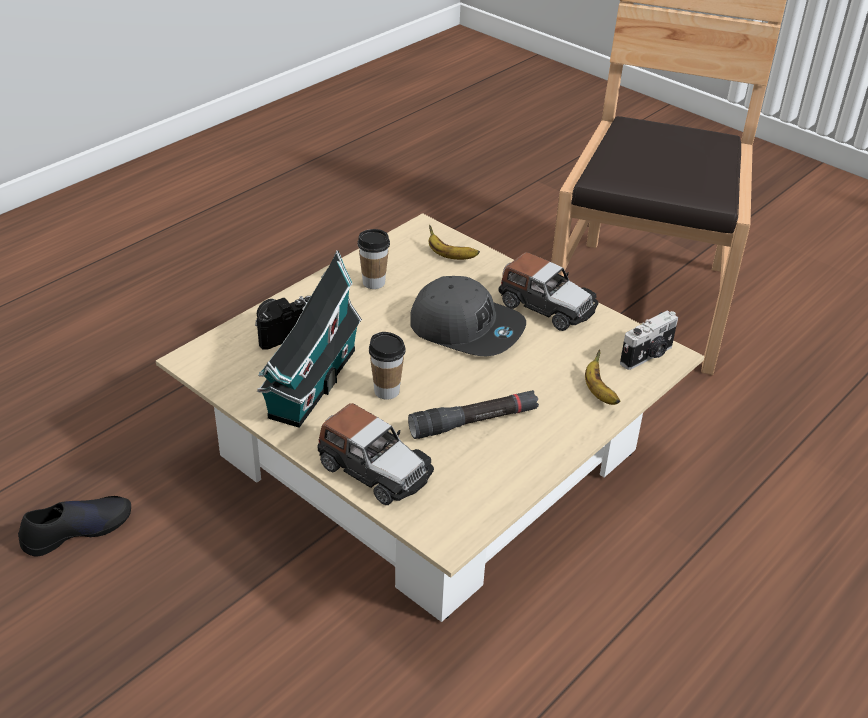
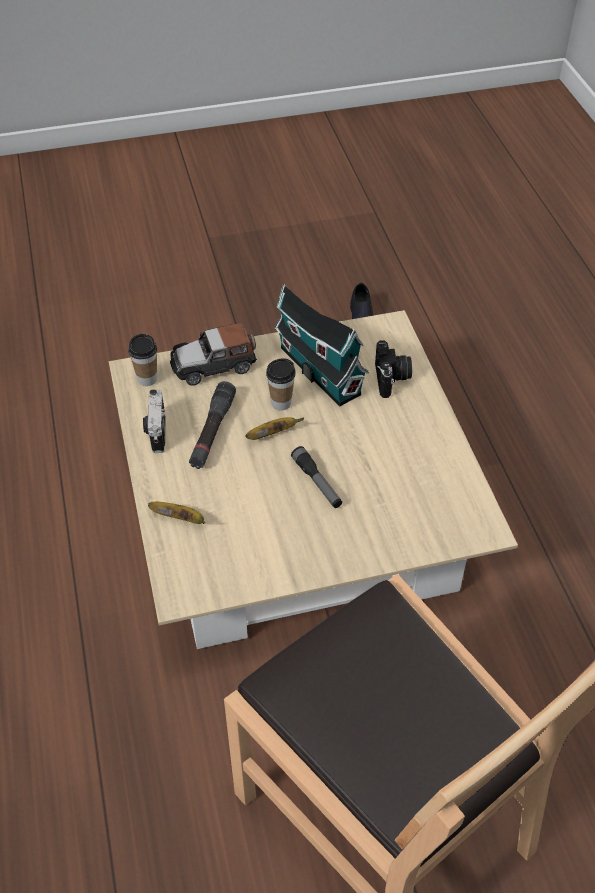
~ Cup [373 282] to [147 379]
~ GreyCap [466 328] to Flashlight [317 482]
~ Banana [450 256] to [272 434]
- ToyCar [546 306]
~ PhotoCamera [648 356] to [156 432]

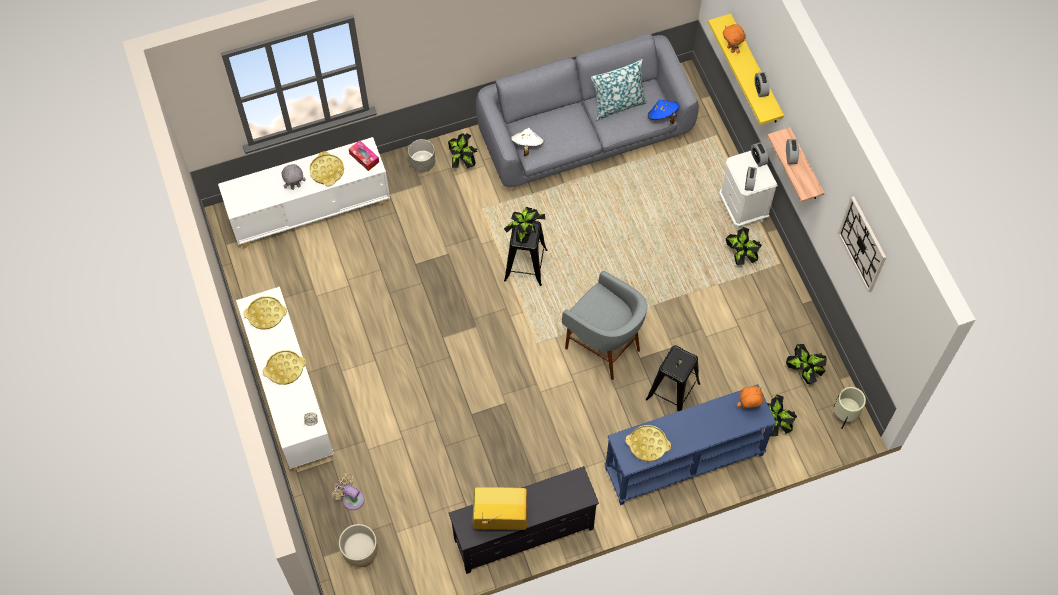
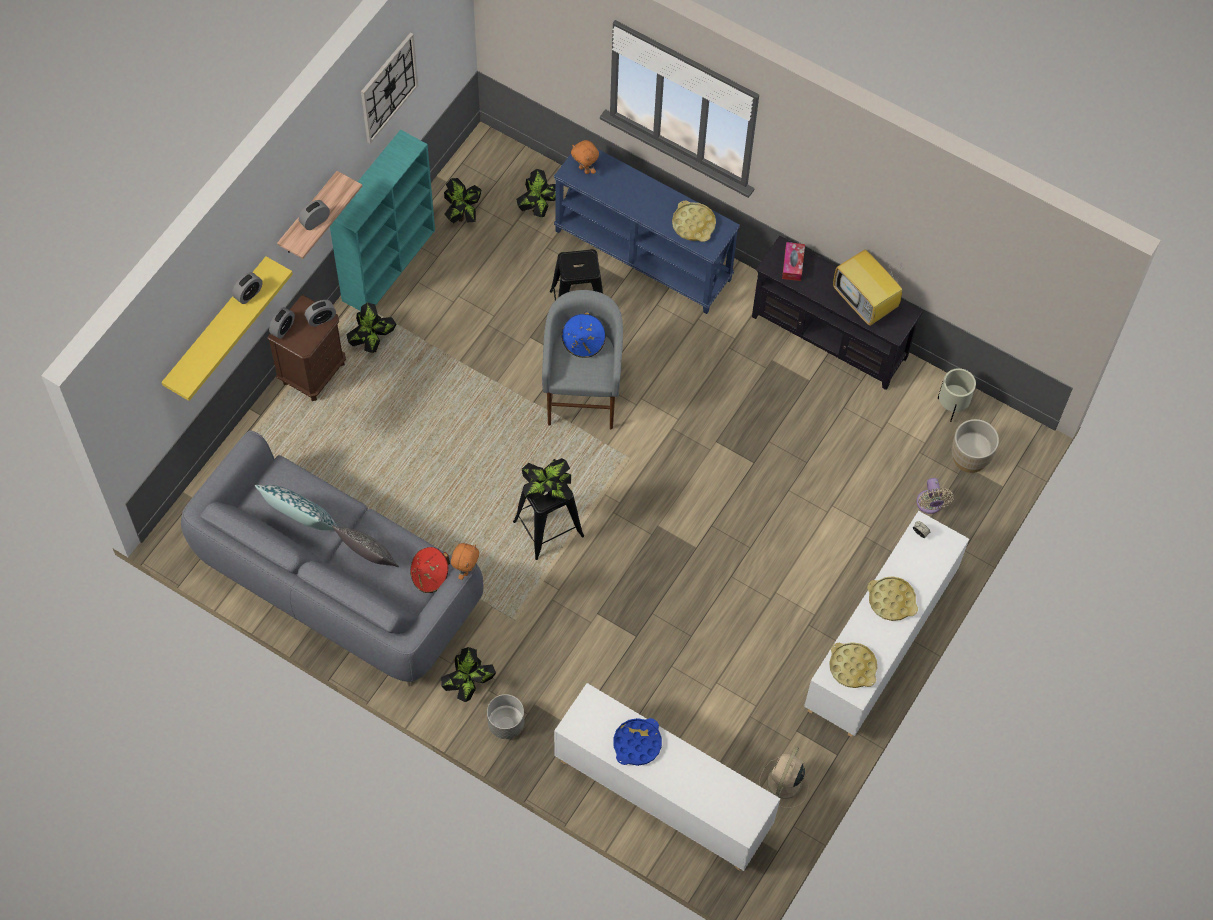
- GreyPlushToy [295 186]
~ YellowTray [327 171] to BlueTray [637 743]
~ TissueBox [364 158] to [793 264]
~ WhiteHat [527 146] to RedHat [430 576]
~ BlueHat [662 116] to [583 342]
~ WhiteNightstand [742 209] to BrownNightstand [313 372]
~ OrangePlushToy [731 49] to [466 570]
~ BeigePlanter [844 416] to [952 407]
+ TurquoiseBookcase [389 264]
+ Pillow [368 557]
+ BeigeFan [783 783]

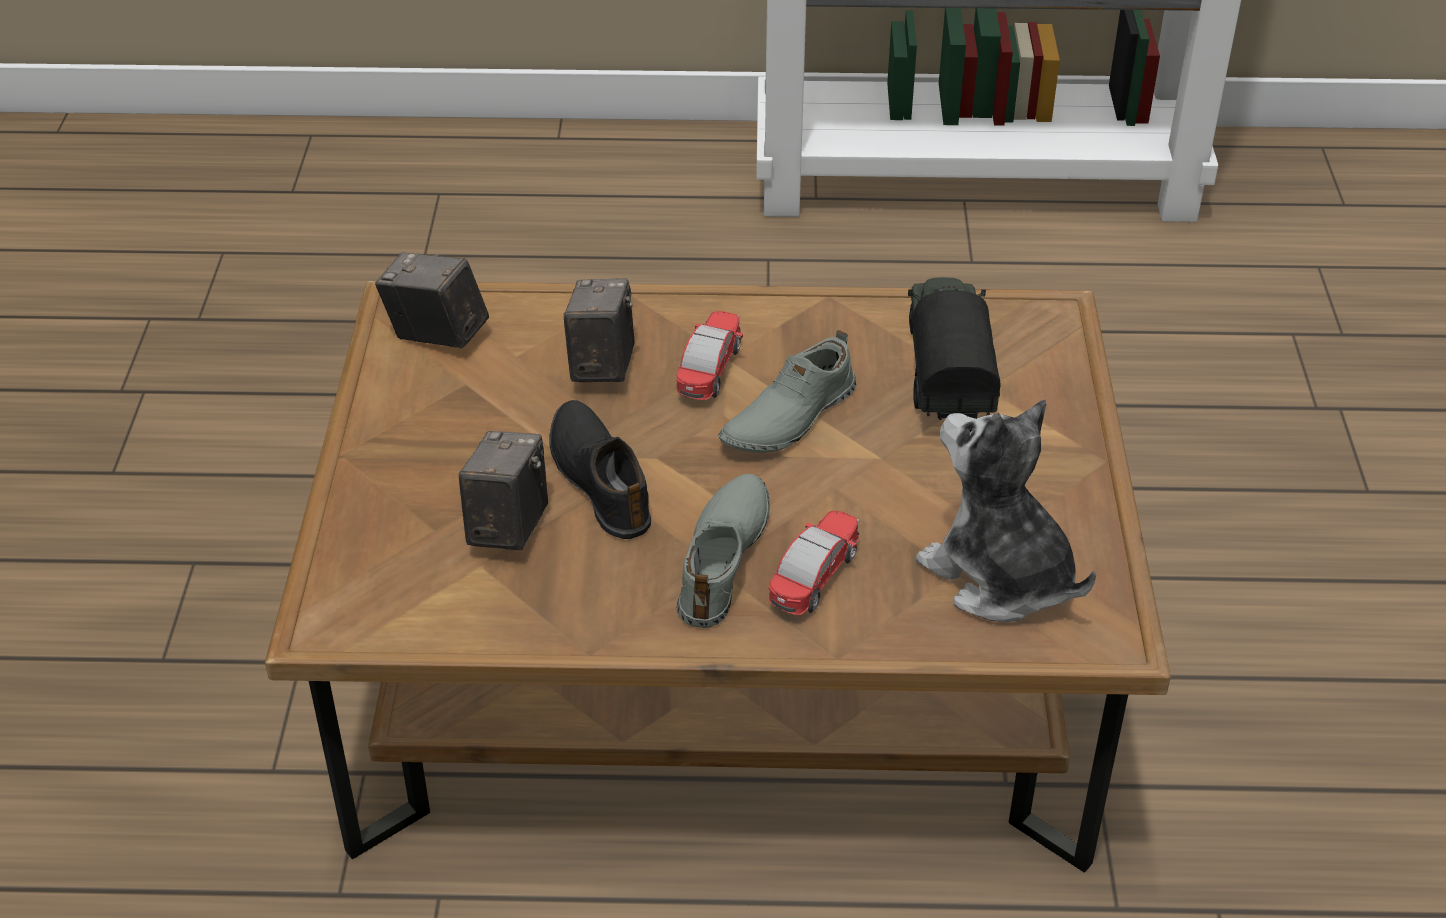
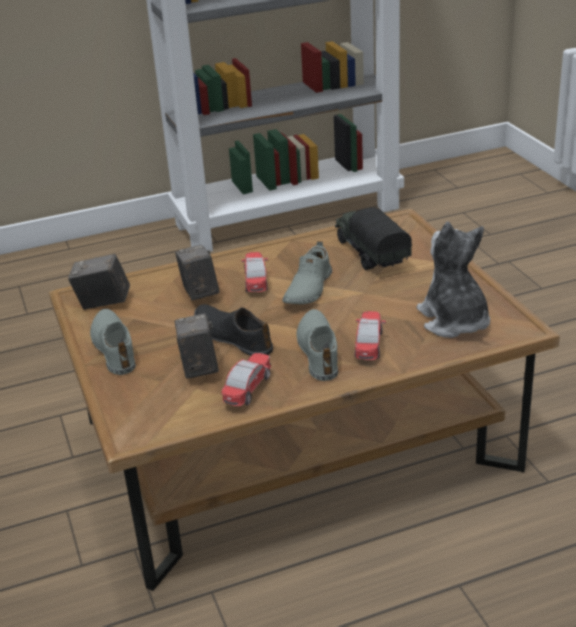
~ PlushToy [998 577] = [454 321] 45 degrees clockwise
+ GreyShoe [115 347]
+ ToyCar [247 390]

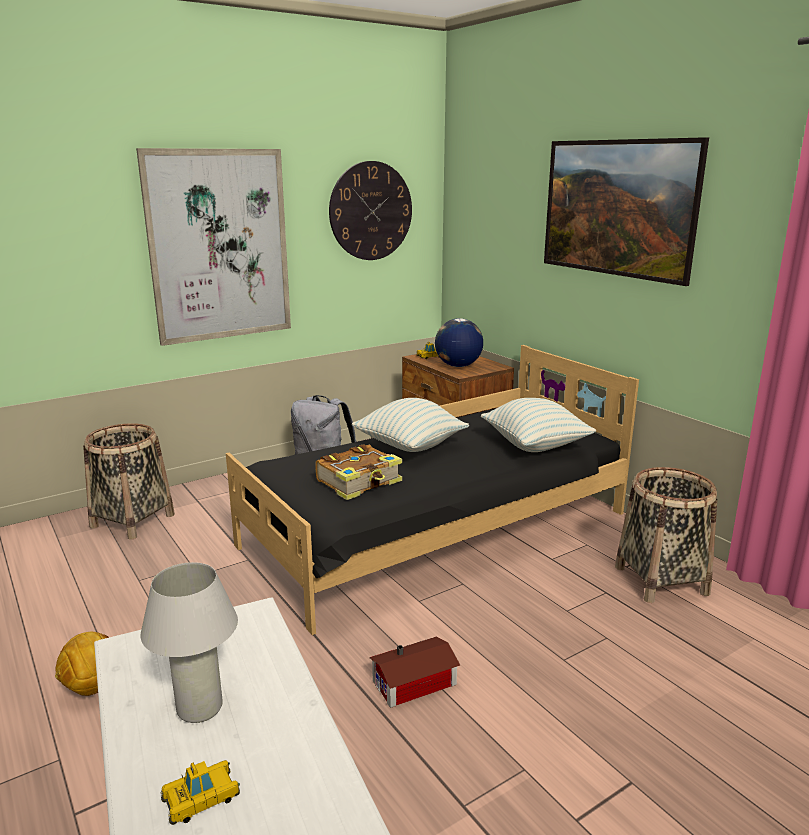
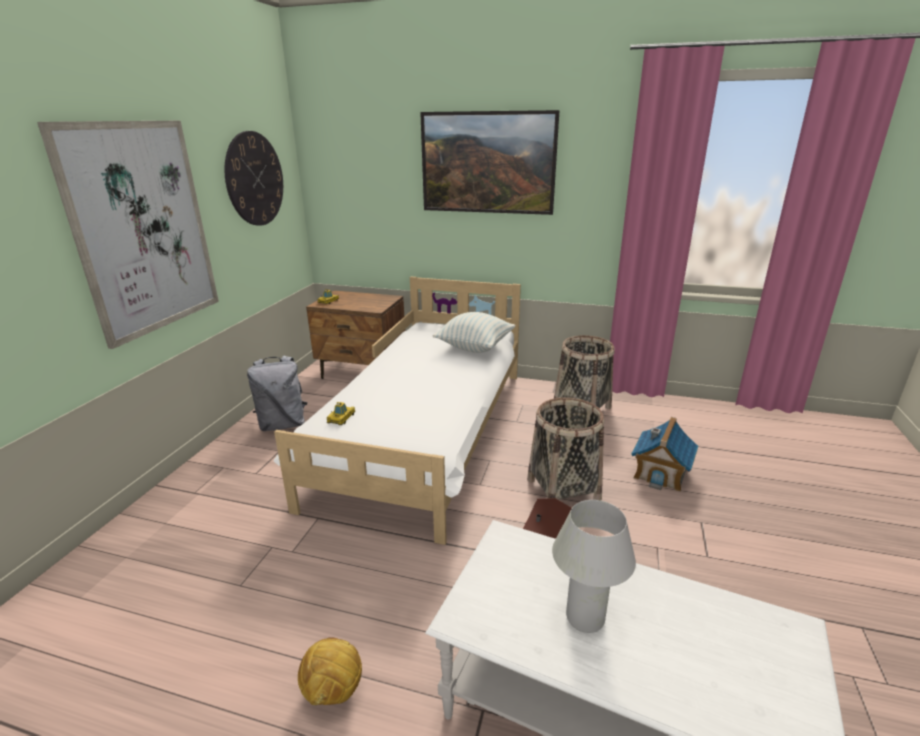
~ Basket [133 521] to [563 490]
~ ToyCar [201 798] to [341 418]
~ BlackBed [436 530] to WhiteBed [427 433]
- Book [360 482]
- Pillow [410 447]
- Globe [458 366]
+ ToyHouse [661 473]

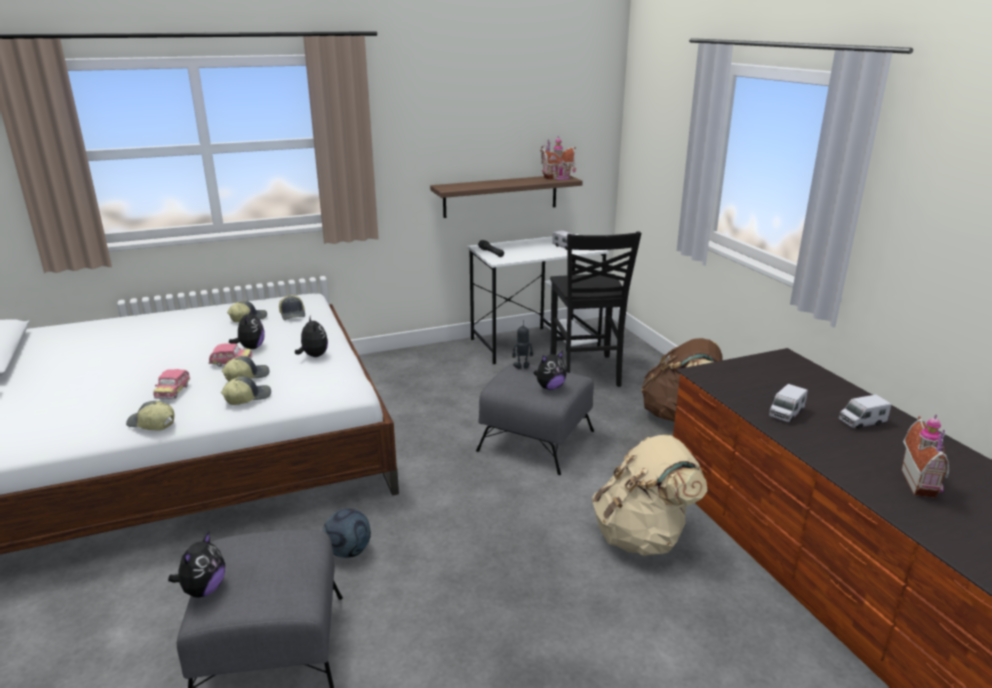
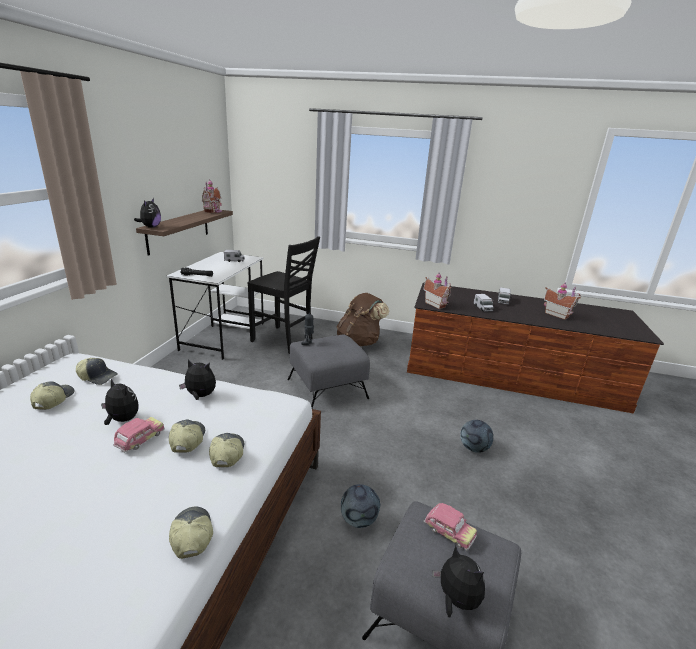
~ Cap [151 424] = [191 535] 105 degrees clockwise
~ ToyCar [173 391] to [449 532]
~ PlushToy [550 387] to [150 227]
- BeigeBackpack [642 536]
+ ToyHouse [436 304]
+ Football [474 448]

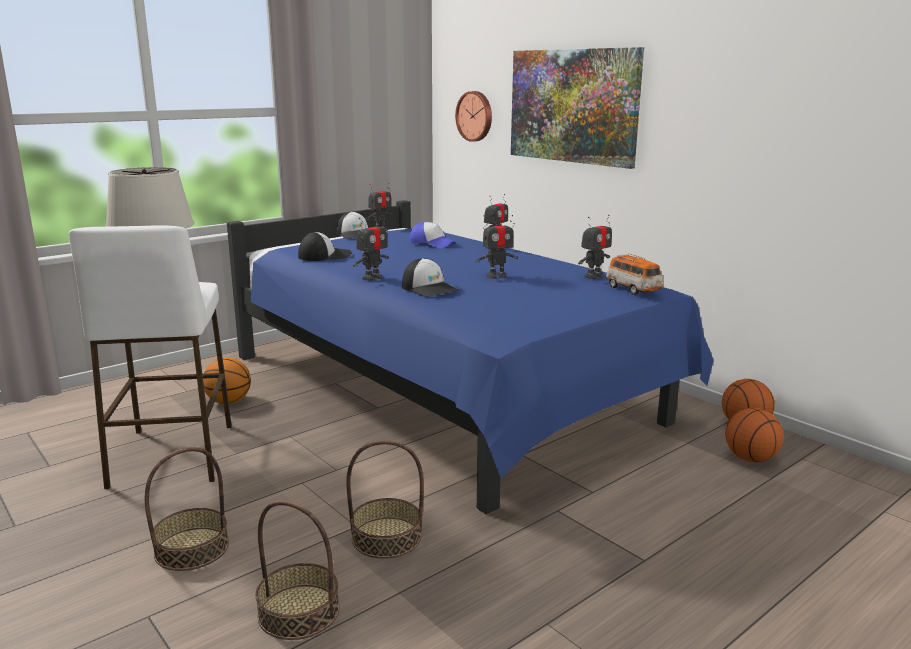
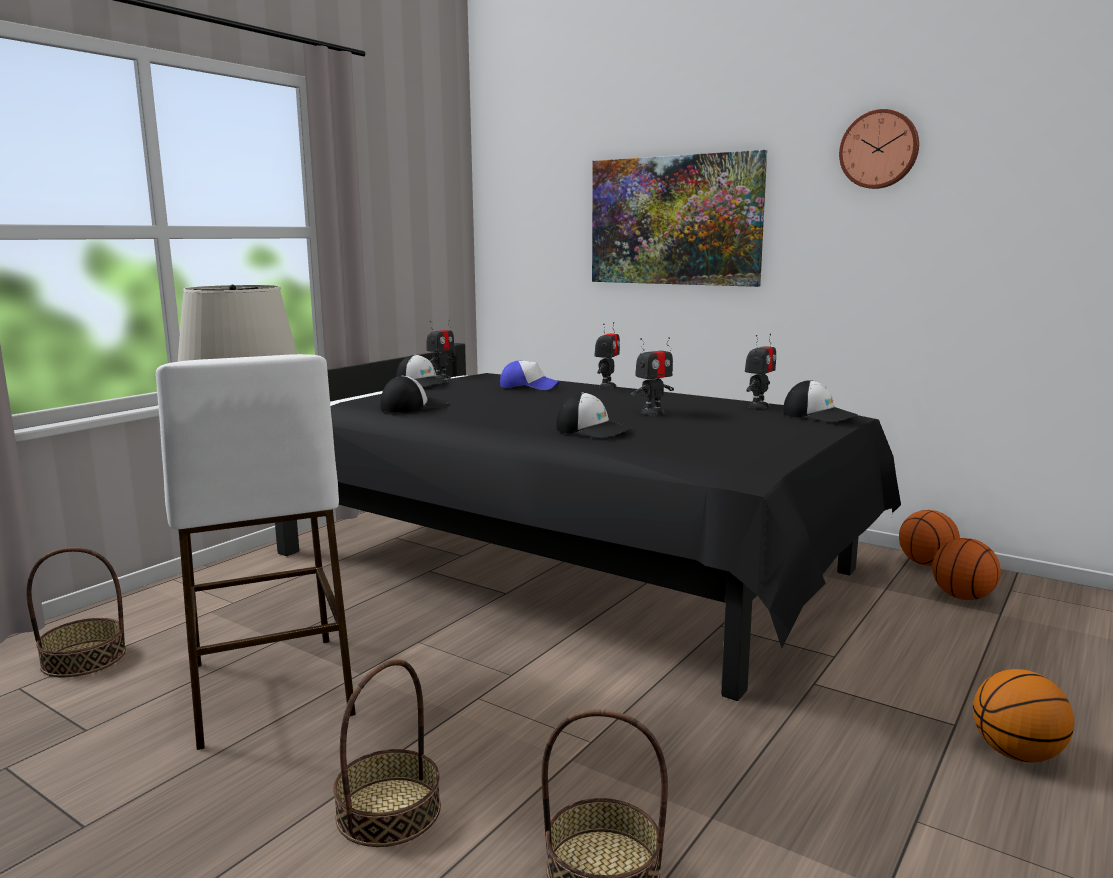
~ Basketball [228 402] to [1016 753]
~ BlueBed [446 392] to BlackBed [576 566]
~ Basket [386 537] to [83 658]
- ToyRobot [372 278]
~ WallClock [475 116] to [879 149]
~ ToyCar [633 289] to Cap [819 415]

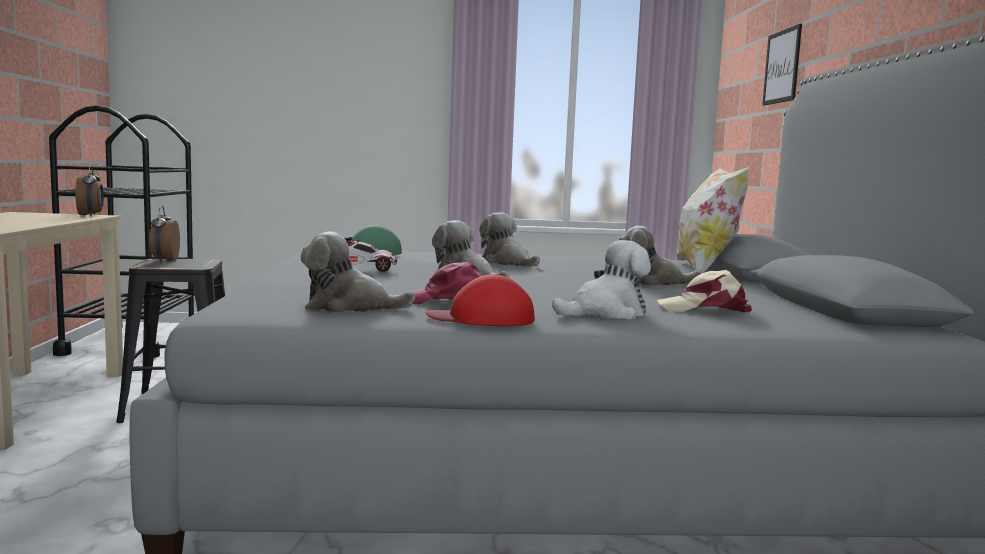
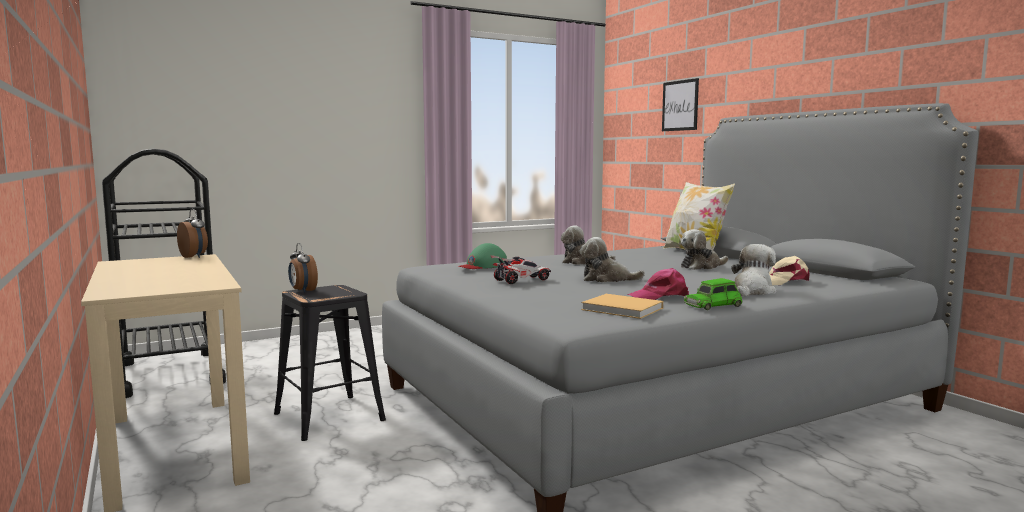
~ PlushToy [349 307] to BeigeBook [624 309]
~ RedCap [482 318] to GreenToyCar [713 305]

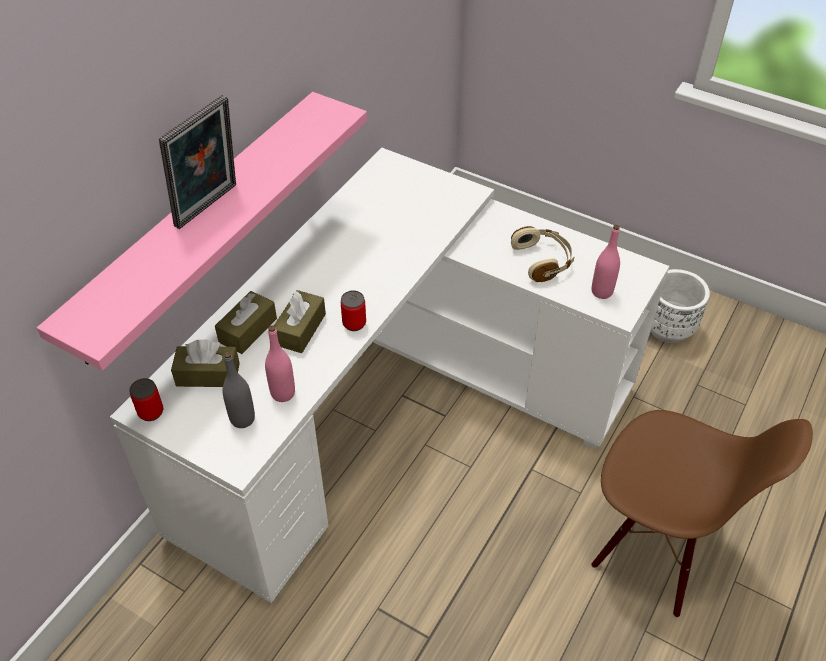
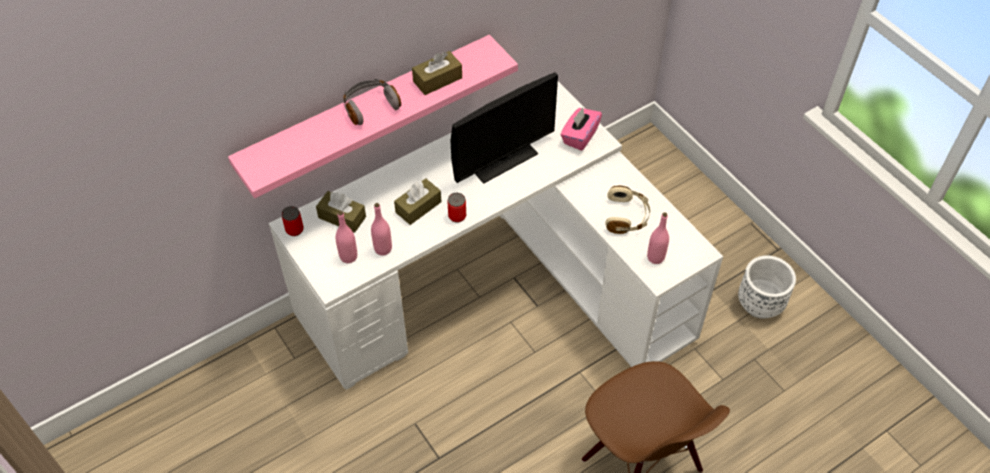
~ PictureFrame [209 207] to GreyHeadphones [370 106]
~ BrownTissueBox [248 330] to [437 79]
~ GreyBottle [242 419] to PinkBottle [348 256]
+ Monitor [502 159]
+ PinkTissueBox [579 136]

